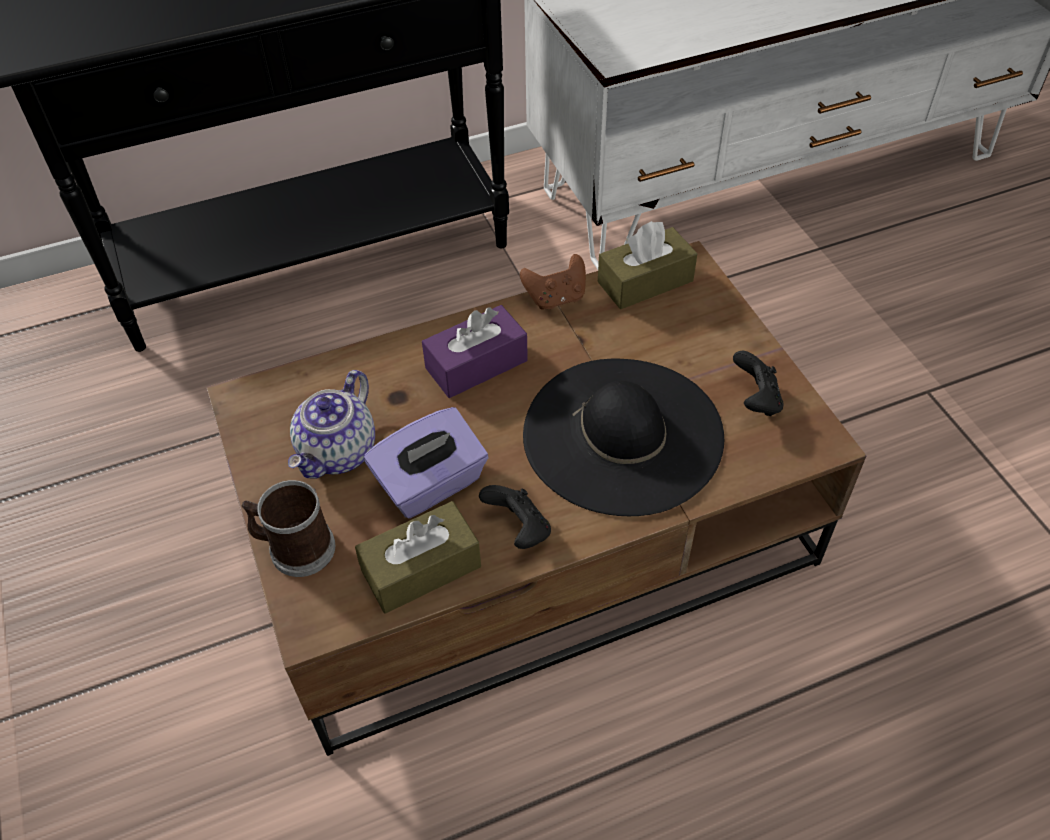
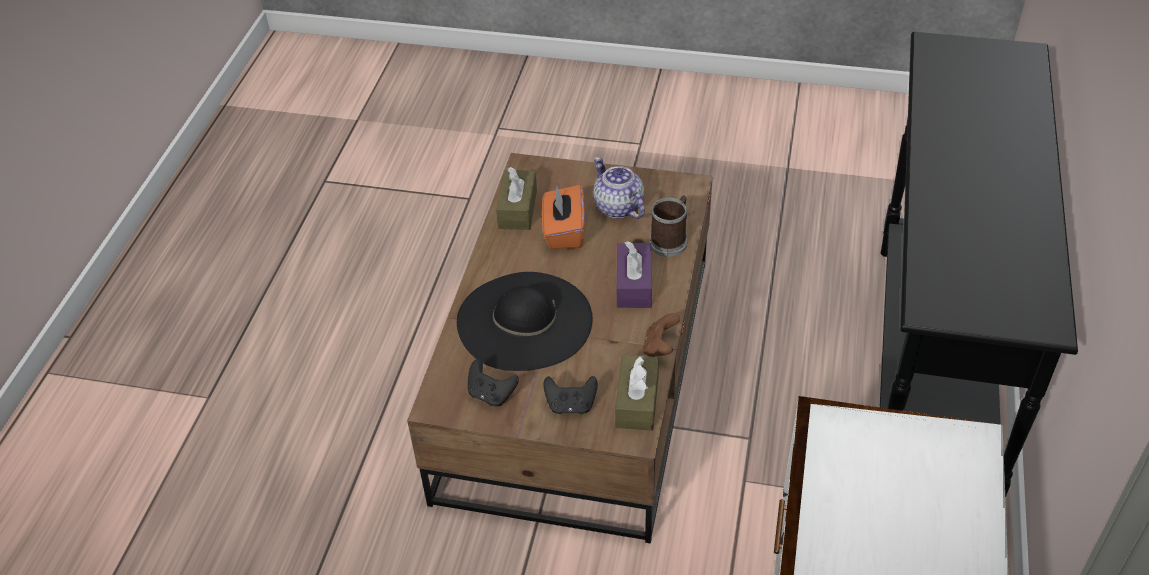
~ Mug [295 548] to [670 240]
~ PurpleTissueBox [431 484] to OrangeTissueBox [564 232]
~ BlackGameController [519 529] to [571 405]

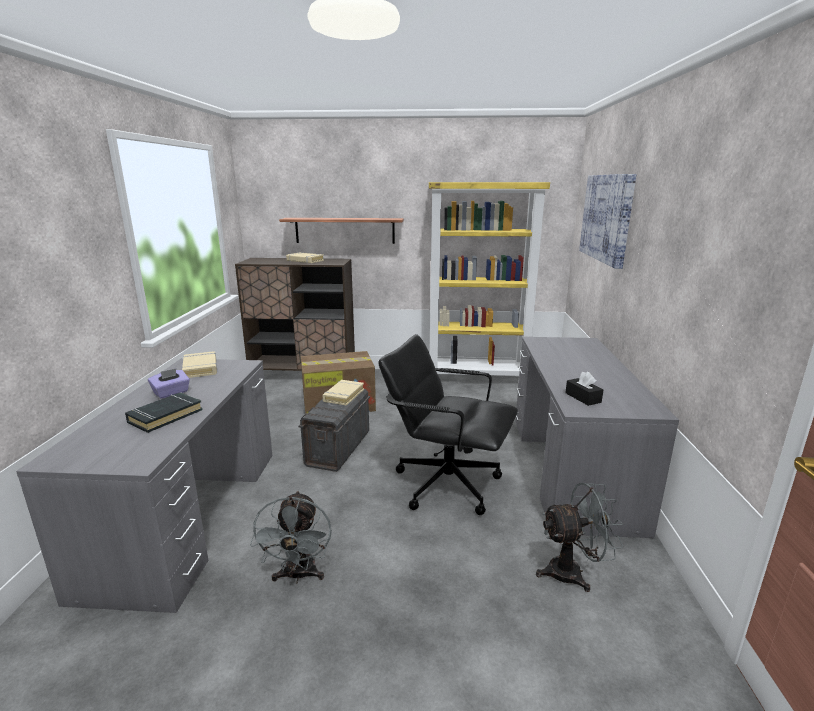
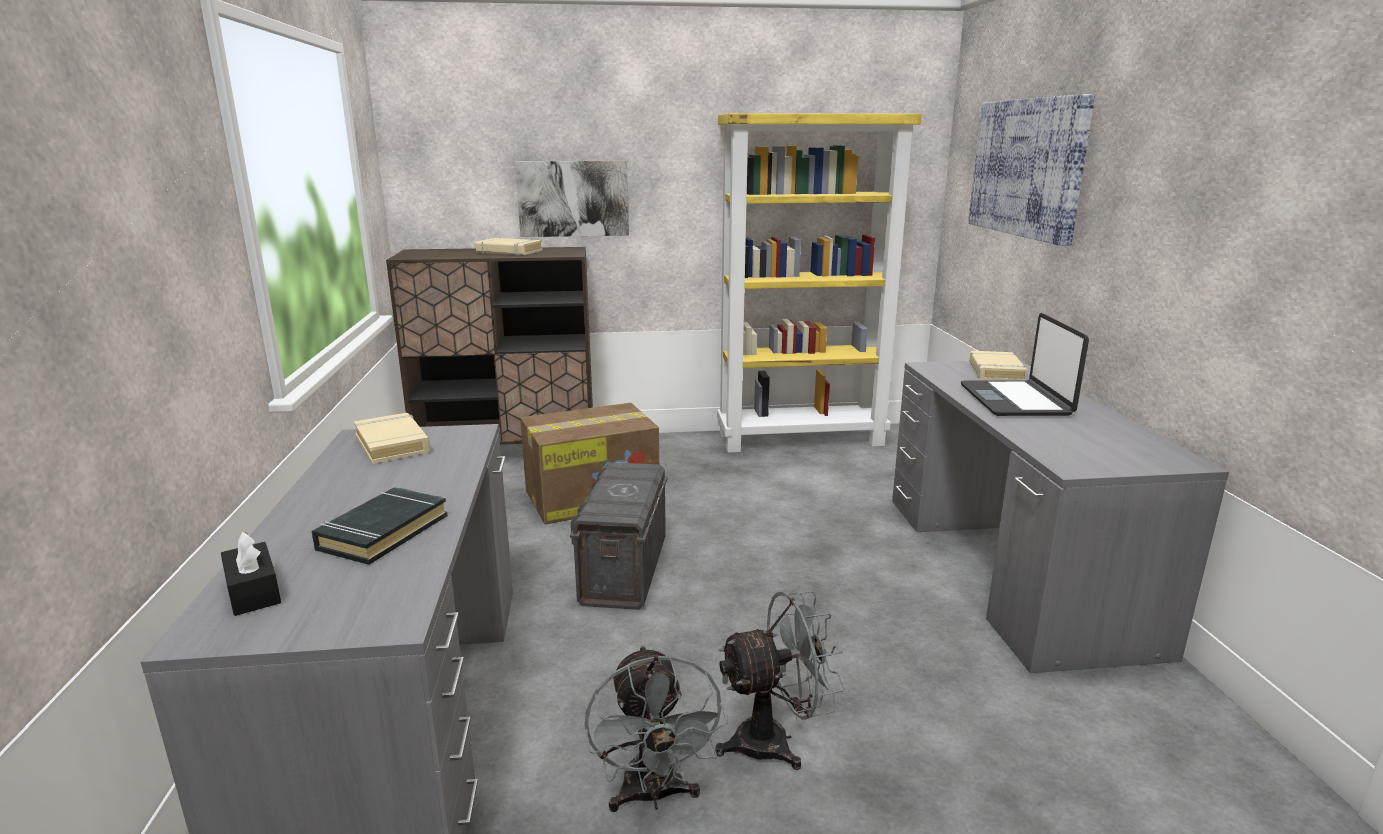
- PurpleTissueBox [171 393]
~ Shelf [344 230] to Picture [573 198]
~ BeigeBook [343 395] to [995 371]
- BlackOfficeChair [446 483]
~ GreyFan [573 572] to [775 741]
~ BlackTissueBox [583 397] to [253 591]
+ Laptop [1016 400]

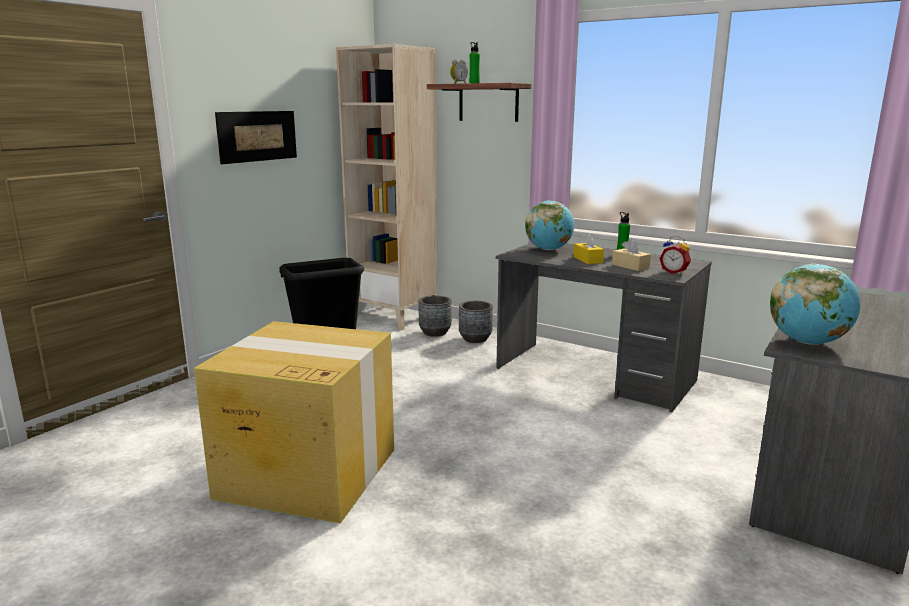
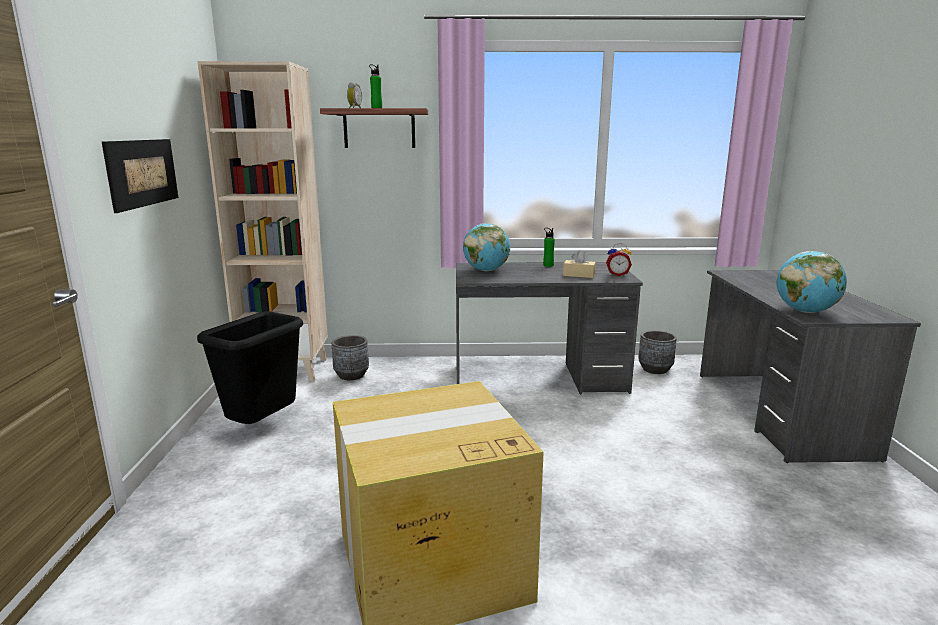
~ GreyPlanter [475 339] to [655 369]
- YellowTissueBox [588 260]

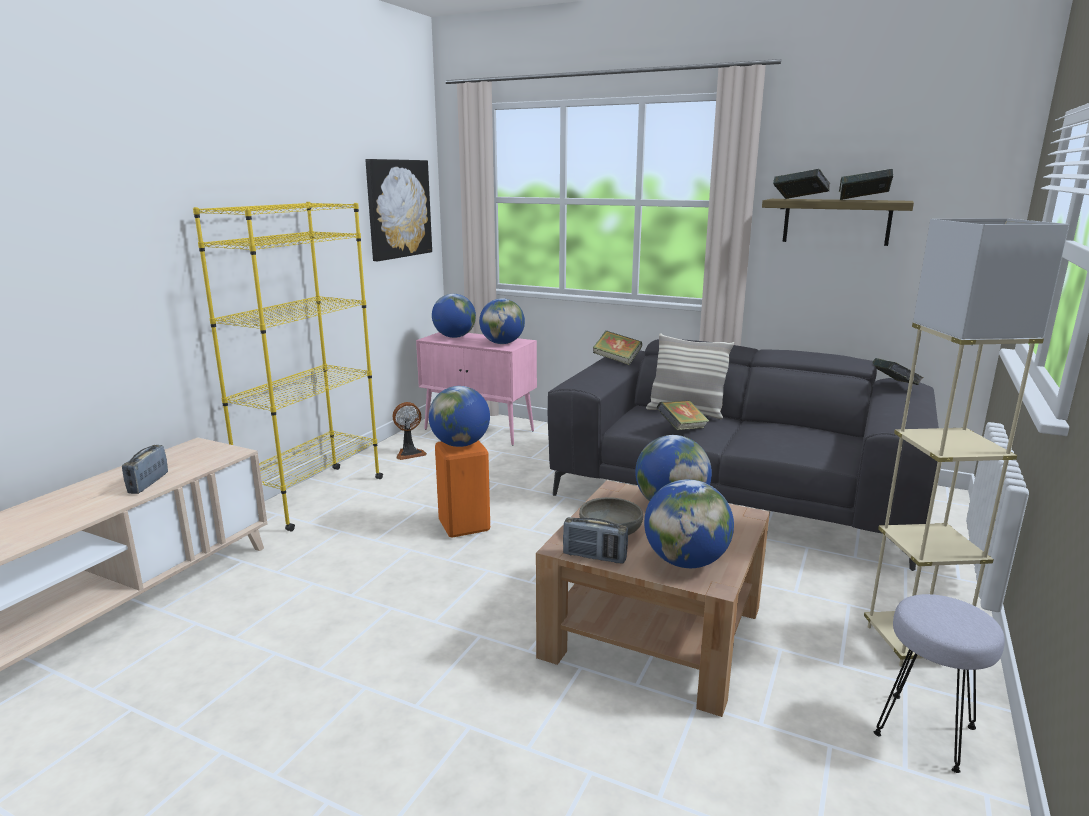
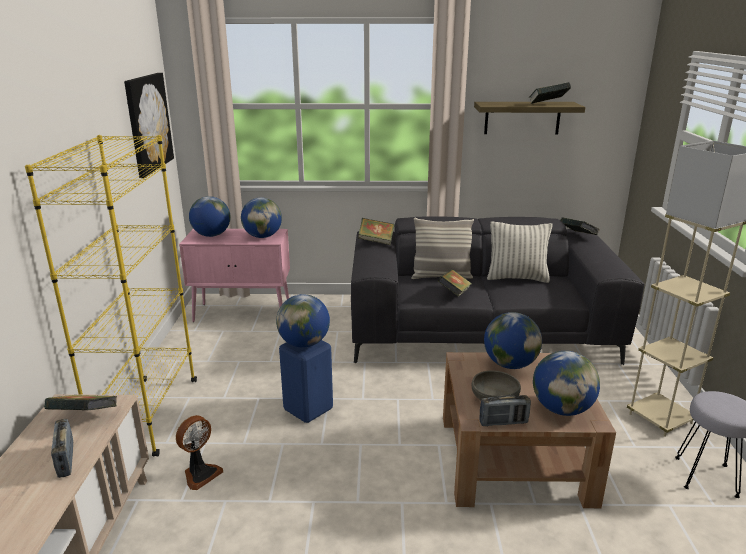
~ Fan [409 453] to [200 474]
~ OrangeStool [465 525] to BlueStool [308 408]
~ Book [799 200] to [85 417]
+ Pillow [517 278]

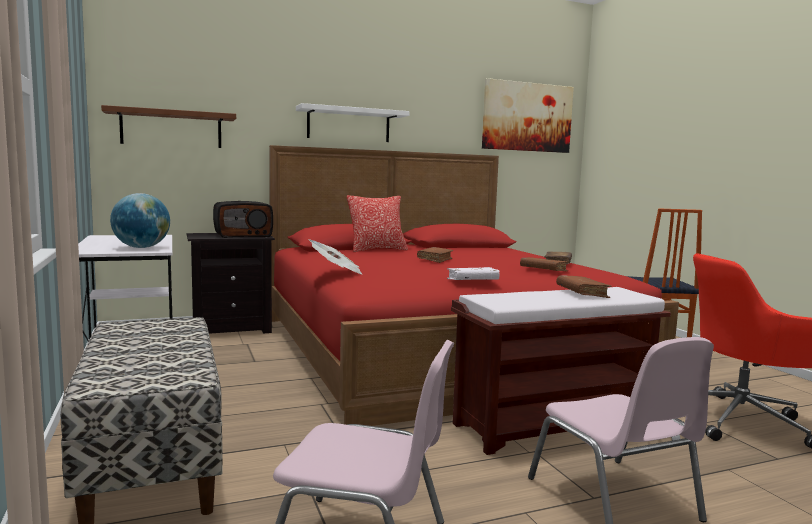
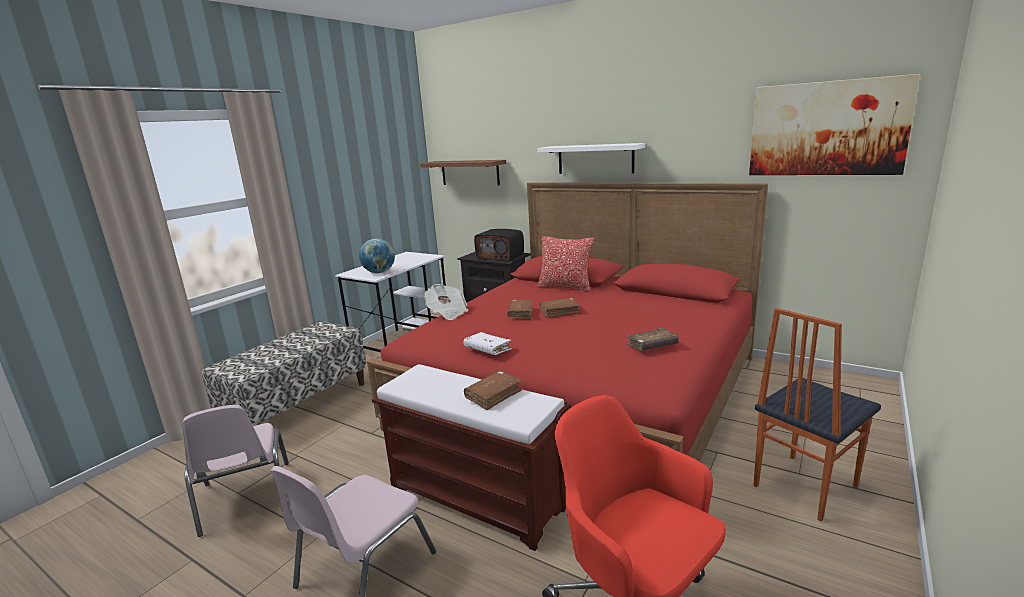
~ BrownBook [543 270] to [520 314]

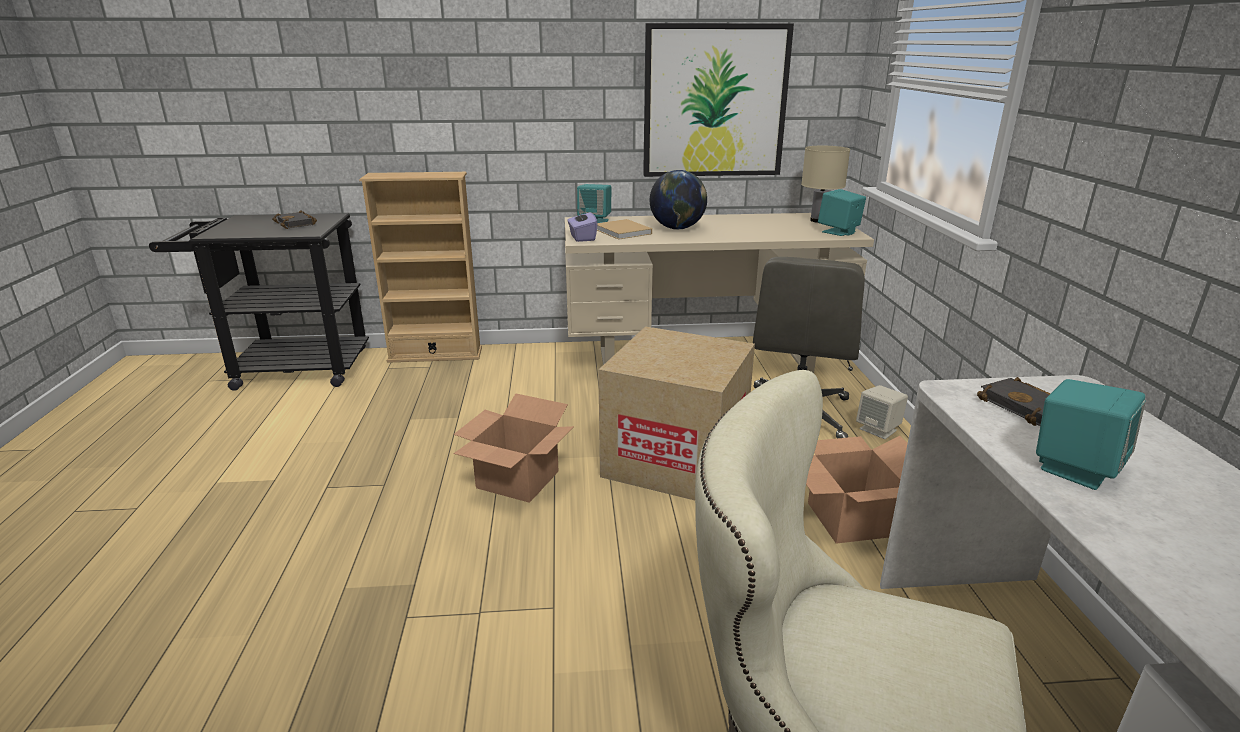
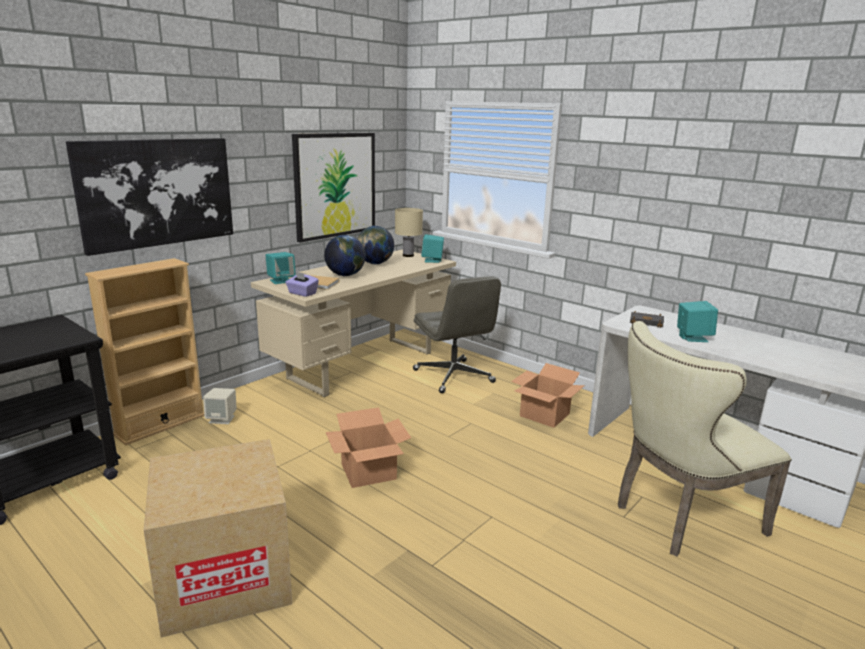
- BlackBook [297 224]
~ CardboardBox [675 460] to [225 577]
~ BeigeSpeaker [878 429] to [222 419]
+ Picture [157 192]
+ Globe [375 263]

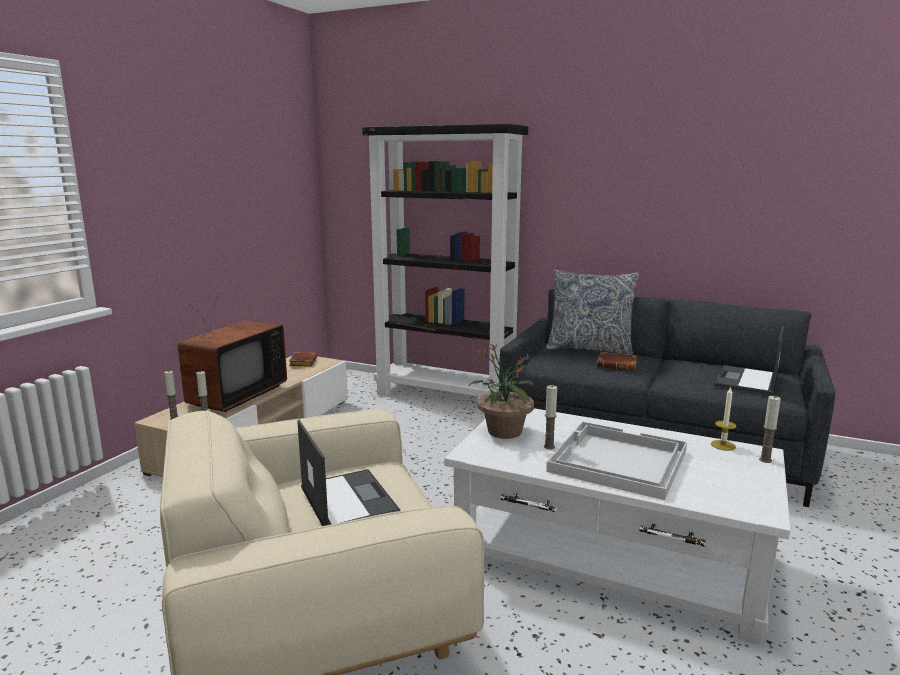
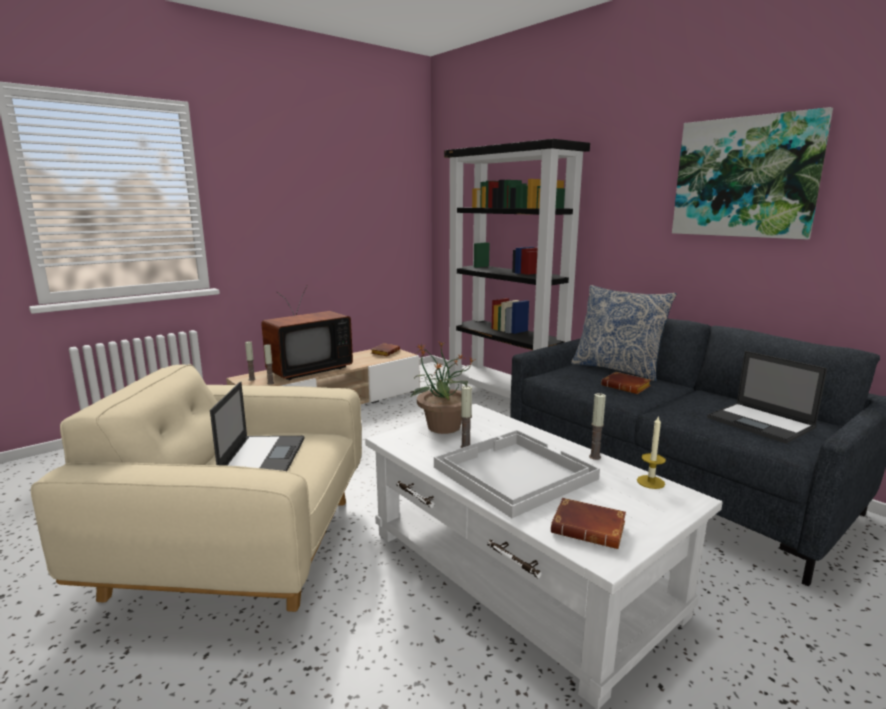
~ Laptop [747 381] = [761 423] 90 degrees counterclockwise
~ Candle [765 460] to [595 457]
+ BrownBook [590 529]
+ Picture [745 177]

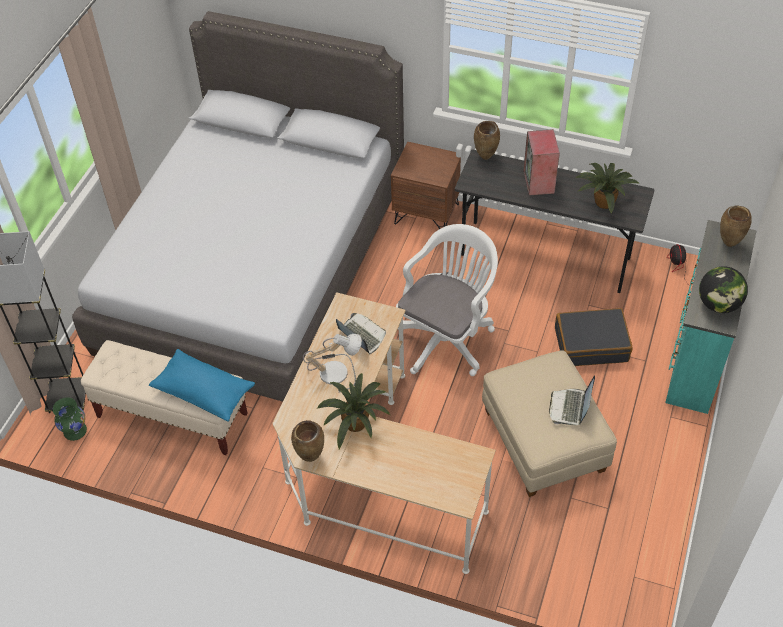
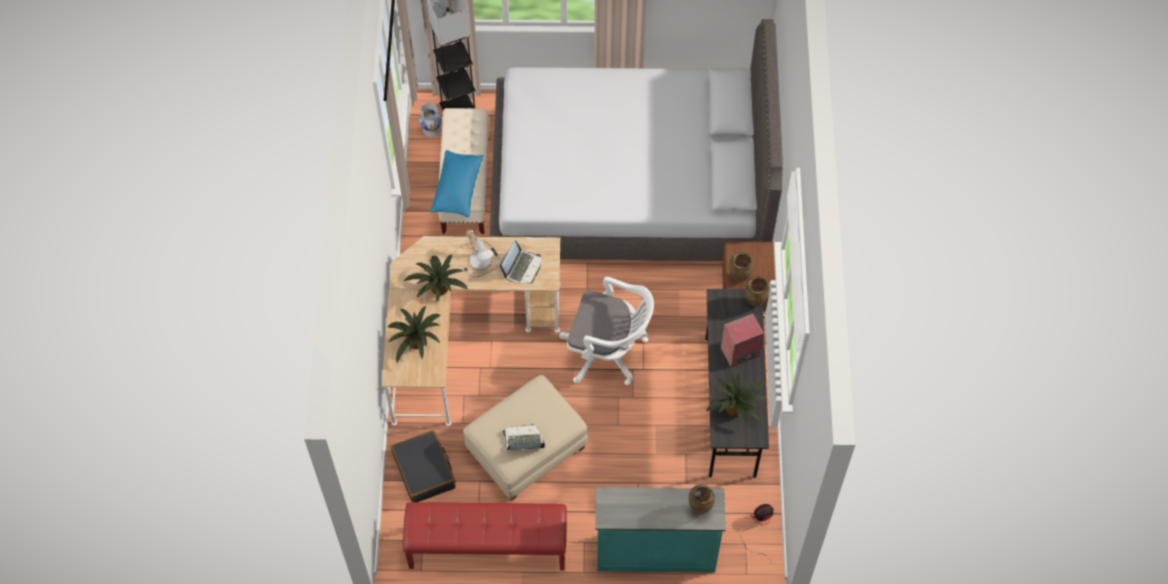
~ GreenVase [75 431] to WhiteVase [431 129]
~ BrownVase [310 458] to [738 278]
~ BlackSuitcase [591 344] to [424 471]
- Globe [718 304]
+ PottedPlant [416 343]
+ RedBench [487 548]

